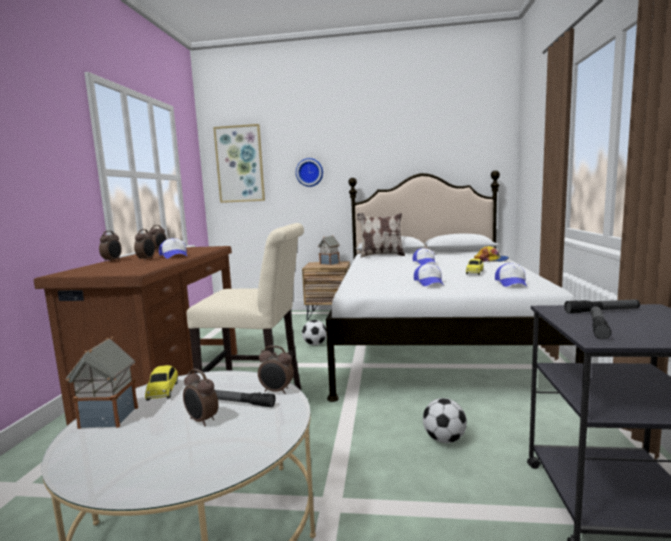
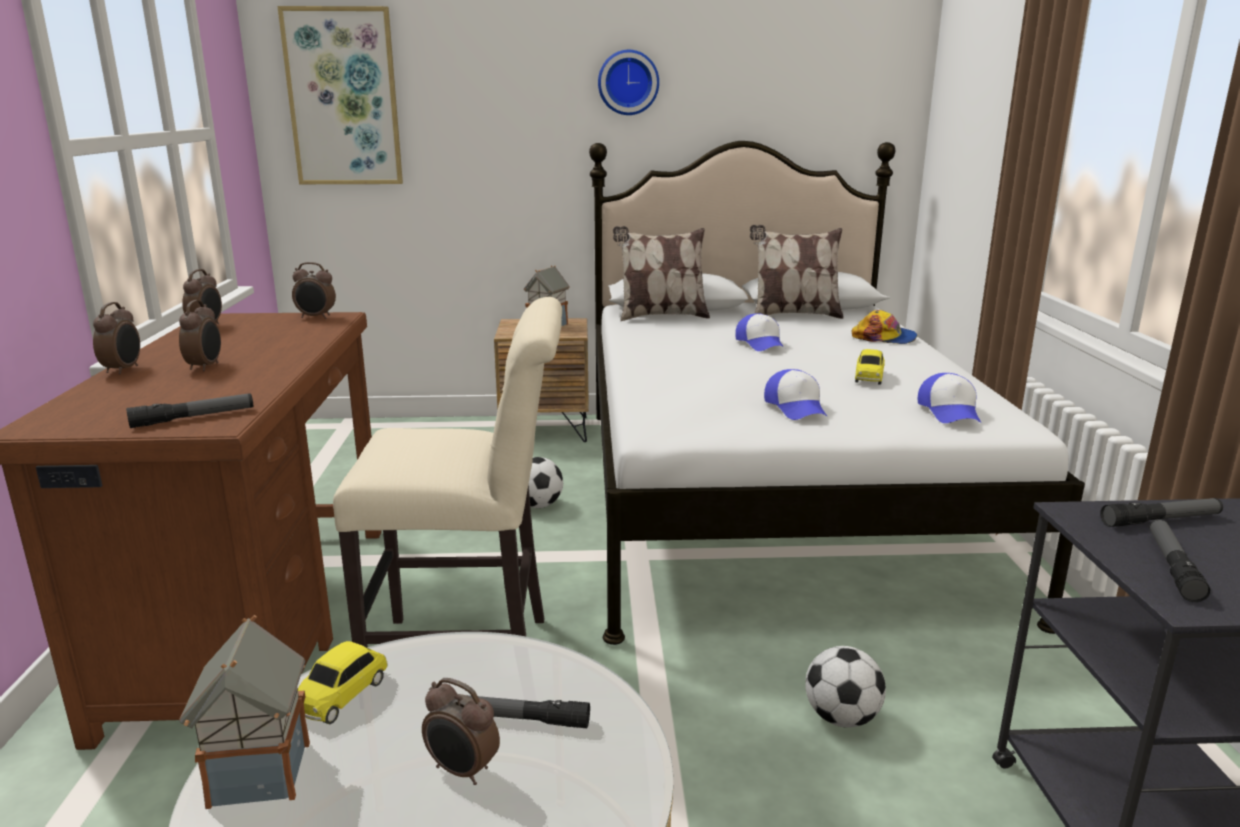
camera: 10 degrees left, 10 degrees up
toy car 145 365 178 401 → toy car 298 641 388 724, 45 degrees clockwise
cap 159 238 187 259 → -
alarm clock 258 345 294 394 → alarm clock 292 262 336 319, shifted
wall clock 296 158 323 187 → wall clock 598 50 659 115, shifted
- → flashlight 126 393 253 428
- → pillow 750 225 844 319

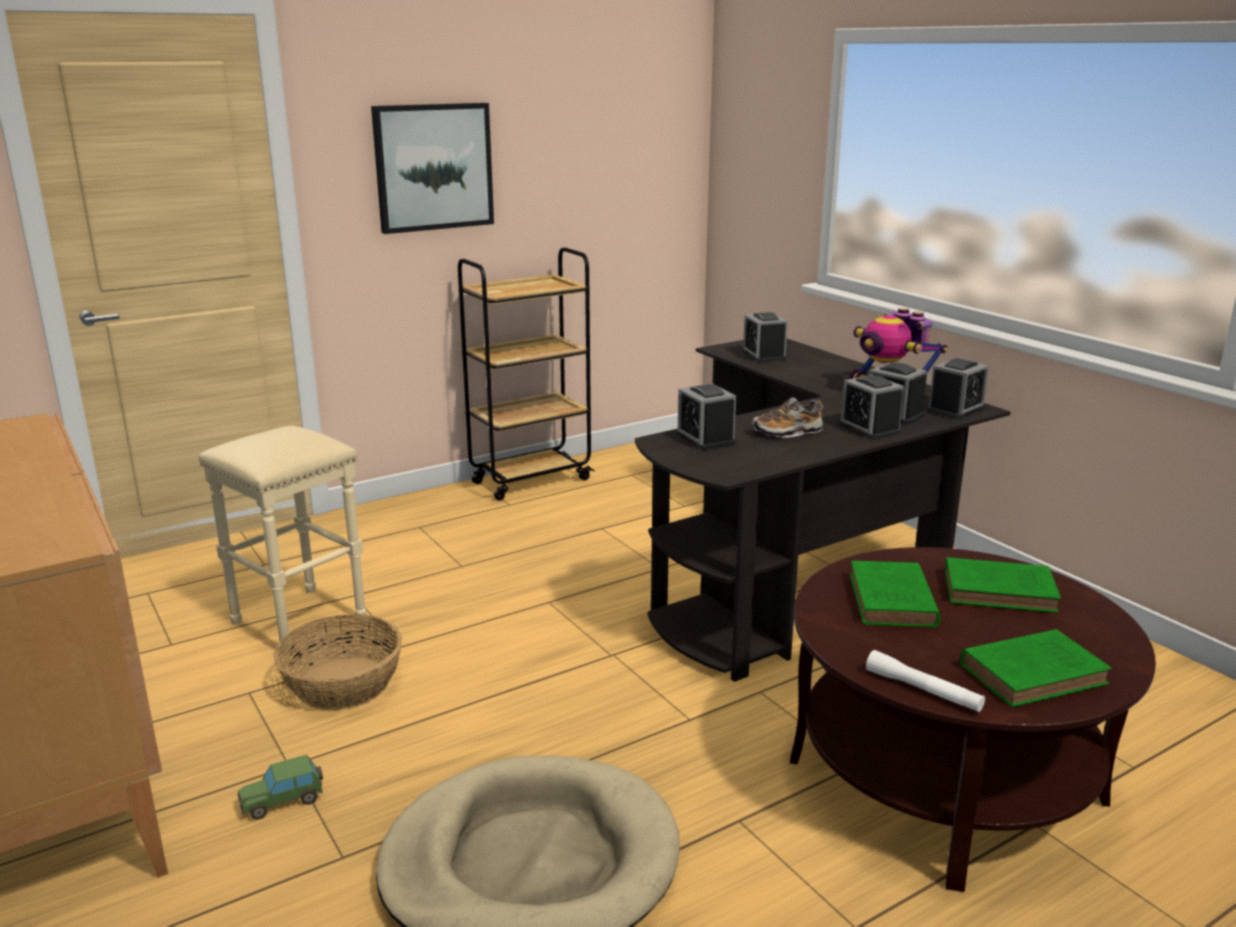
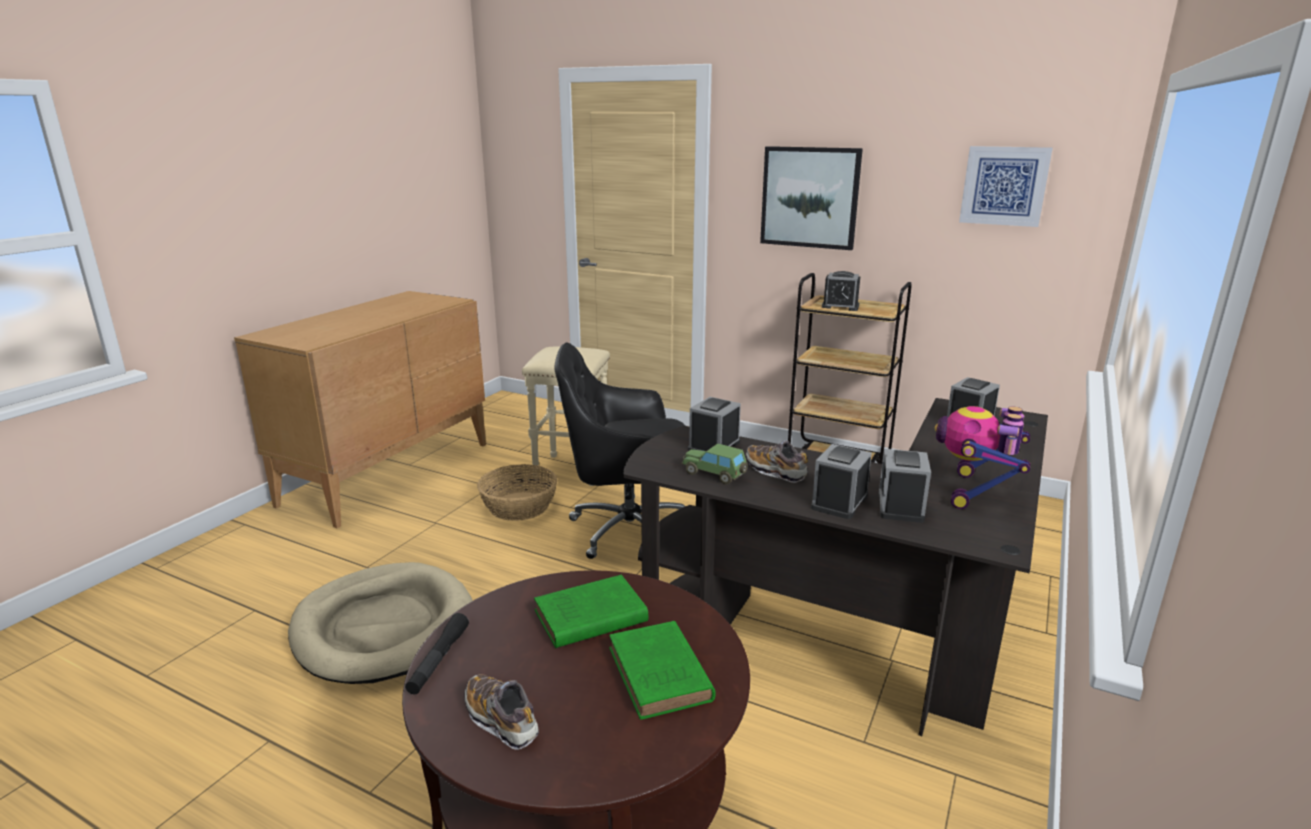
camera: 60 degrees right, 0 degrees up
toy car 238 755 323 820 → toy car 681 444 748 484, shifted
flashlight/white 866 650 985 712 → flashlight/black 405 613 469 694
alarm clock 927 358 989 419 → alarm clock 822 271 860 311, shifted
book/green 960 629 1112 707 → shoe 464 674 539 750
- → office chair/black 554 342 685 559
- → picture 959 146 1053 227

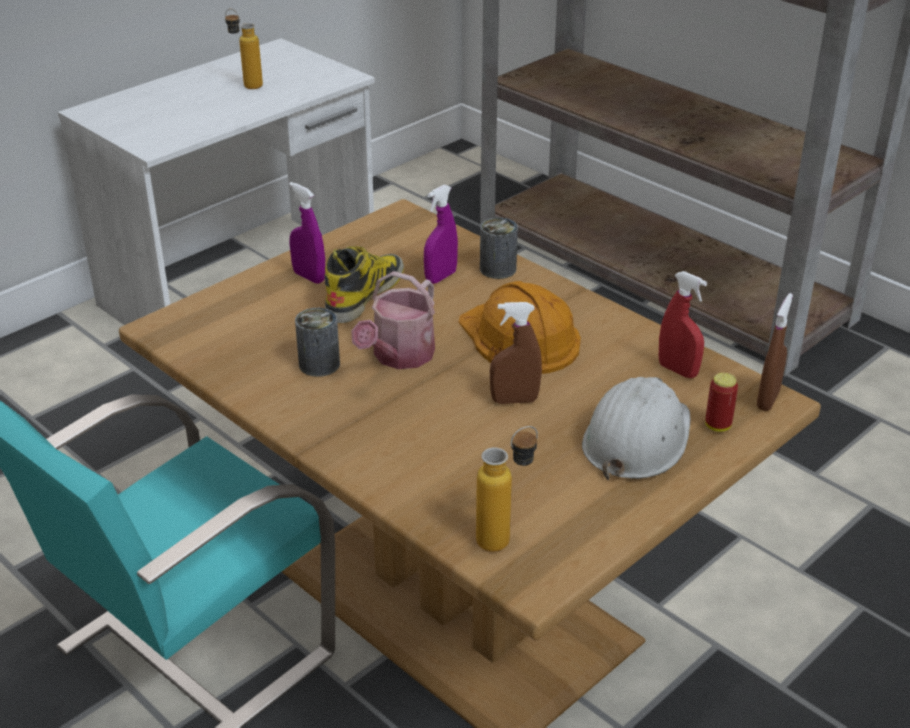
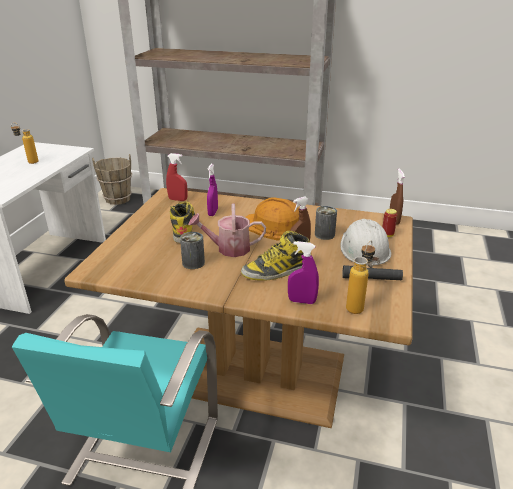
camera: 30 degrees left, 5 degrees down
spray bottle/purple 289 182 325 284 → spray bottle/purple 288 241 319 304, shifted
watering can 351 271 435 369 → watering can 188 204 266 257, 90 degrees clockwise
can 480 217 518 279 → can 315 206 337 240, shifted
spray bottle/red 659 271 707 378 → spray bottle/red 166 153 188 201, shifted
- → bucket/brown 92 154 132 205
- → boot 241 231 312 281
- → flashlight/black 342 265 403 280

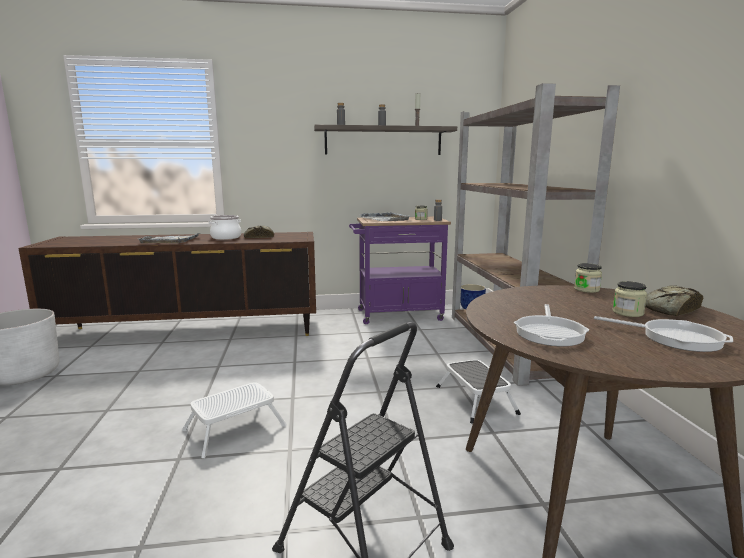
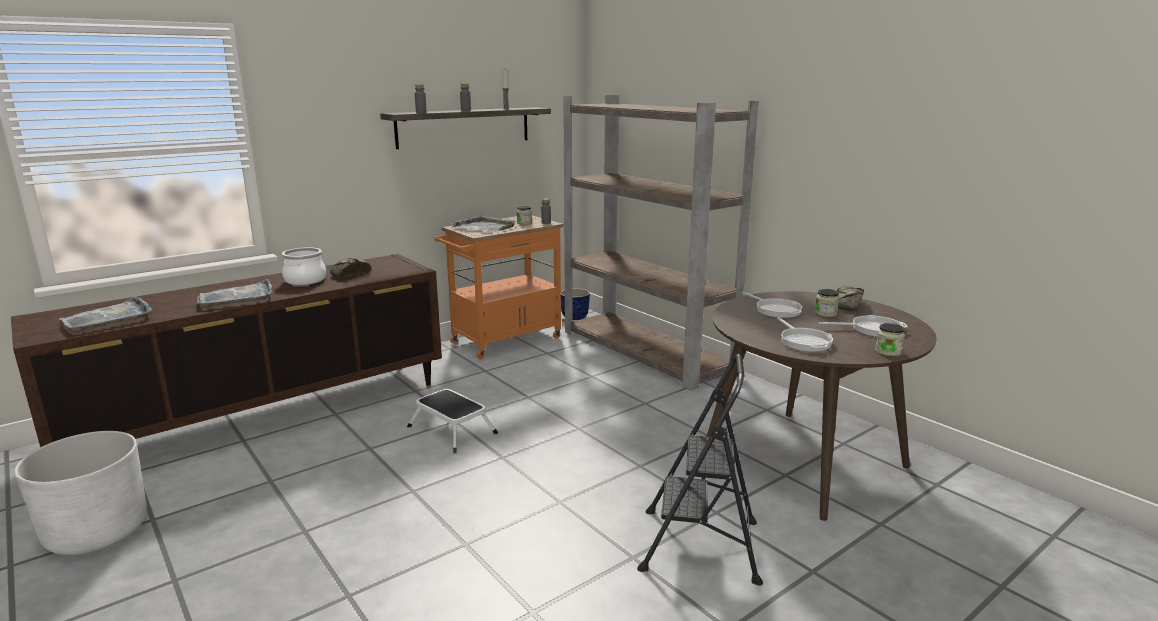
camera: 30 degrees left, 5 degrees up
step ladder/white 182 382 287 458 → -
cart/purple 349 216 451 324 → cart/orange 434 216 563 359
step ladder/black 436 360 521 424 → step ladder/black 407 389 498 453, shifted
jar 574 263 602 293 → jar 875 323 905 356, shifted
- → tray/grey 59 297 152 333
- → frying pan 742 292 802 318

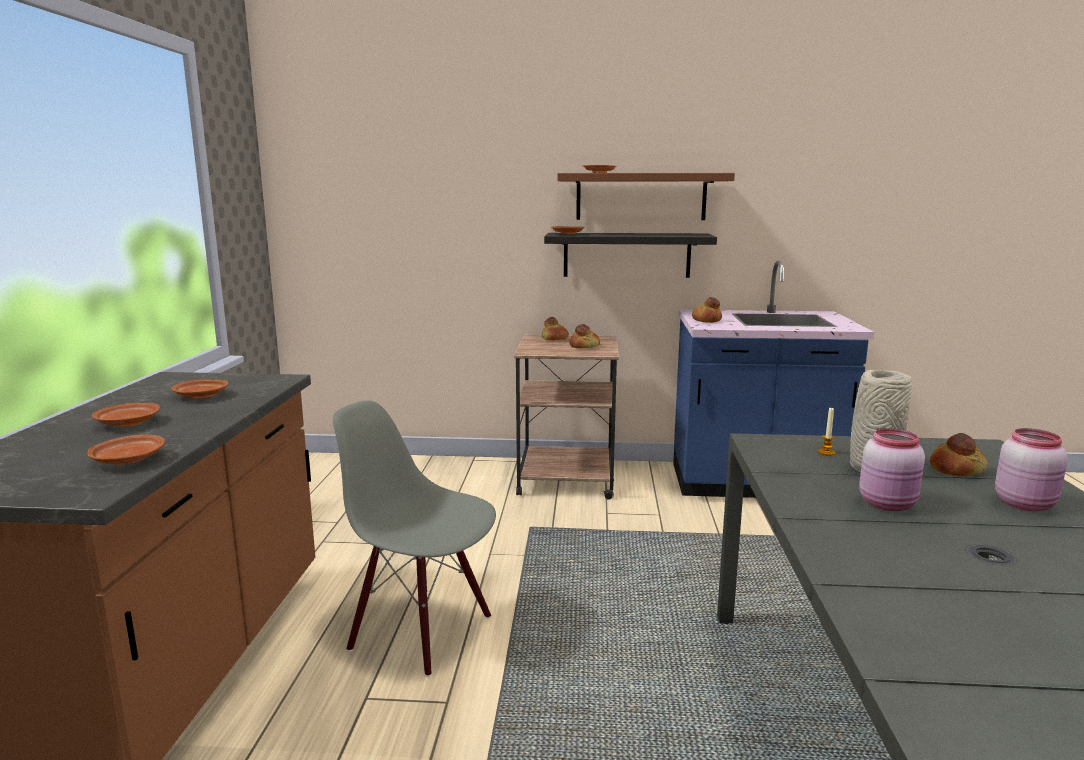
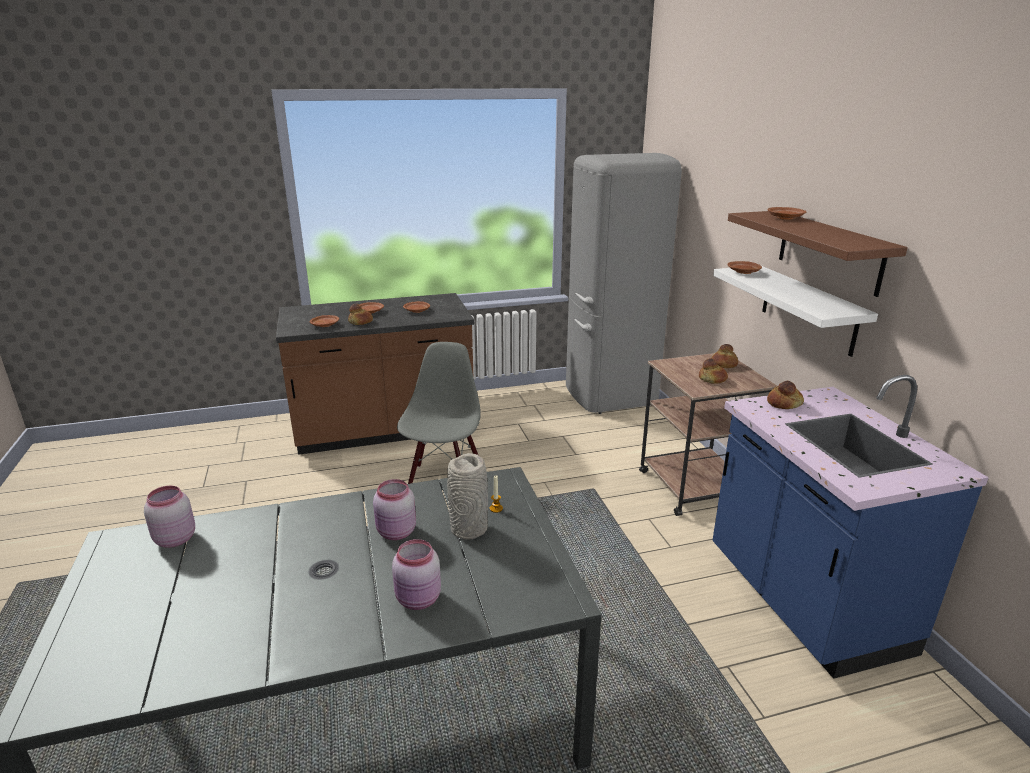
camera: 70 degrees right, 10 degrees up
shelf/black 544 233 717 278 → shelf/white 713 266 878 357
bread 930 433 988 476 → bread 348 304 373 325, shifted
- → jar/pink 144 486 195 548
- → fridge/grey 566 153 682 414

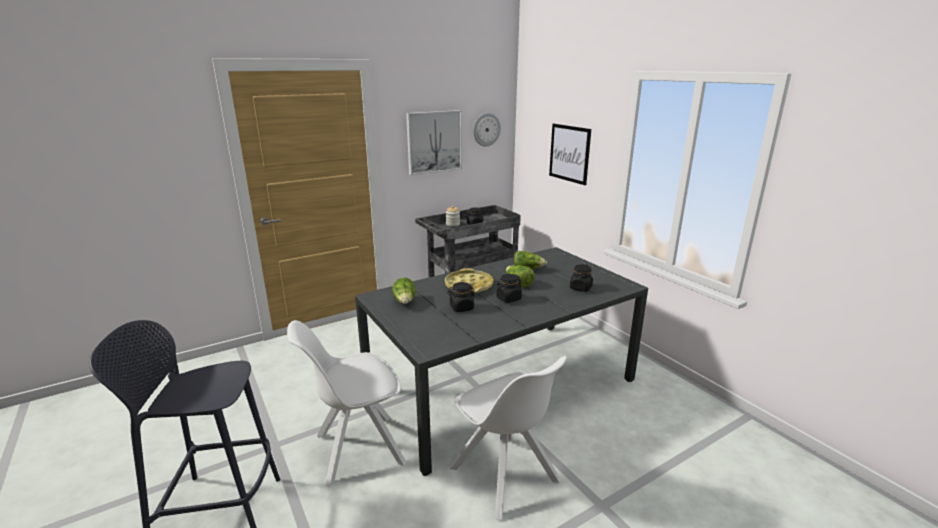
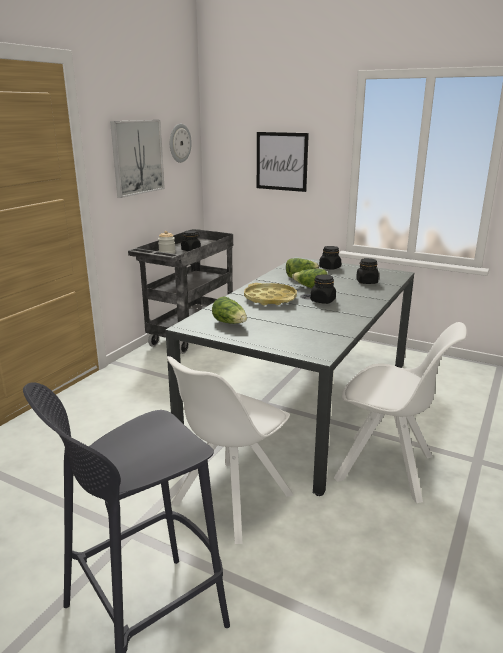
camera: 30 degrees left, 0 degrees up
jar/black 447 282 475 312 → jar/black 319 246 341 270, shifted

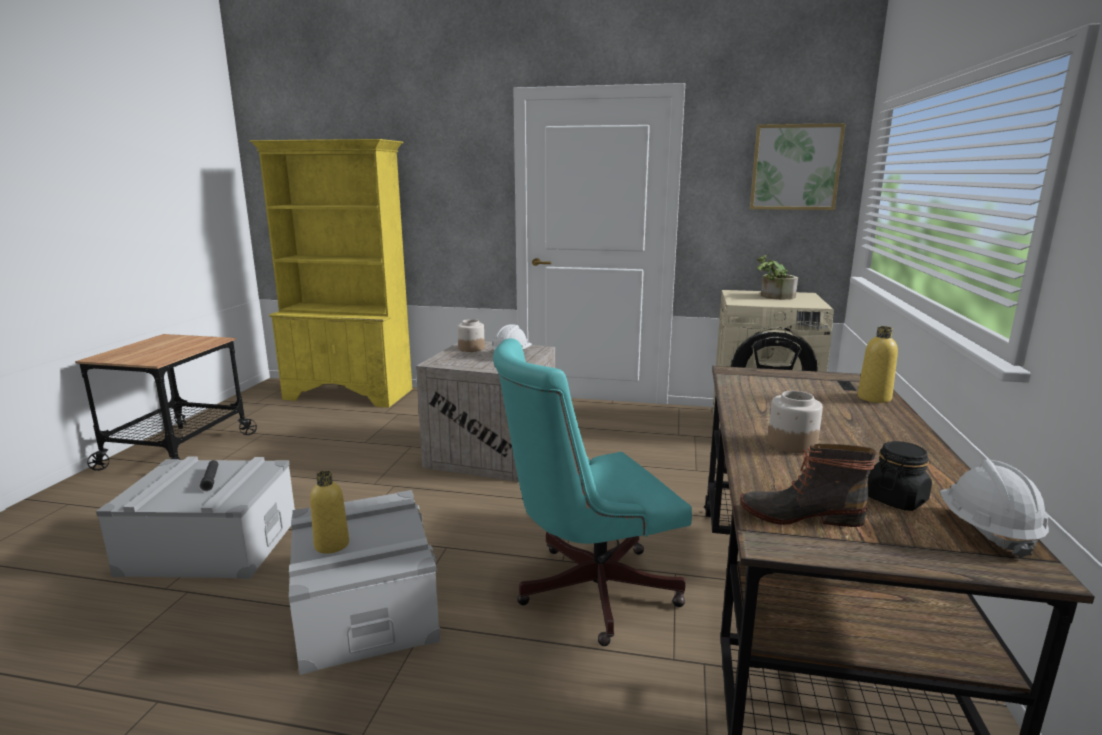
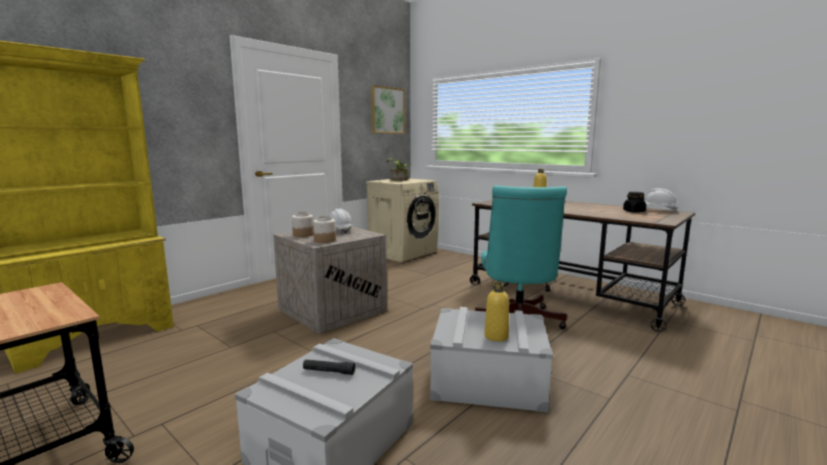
camera: 60 degrees left, 5 degrees down
boot 740 444 876 527 → -
jar 768 391 823 454 → jar 313 216 336 243, shifted

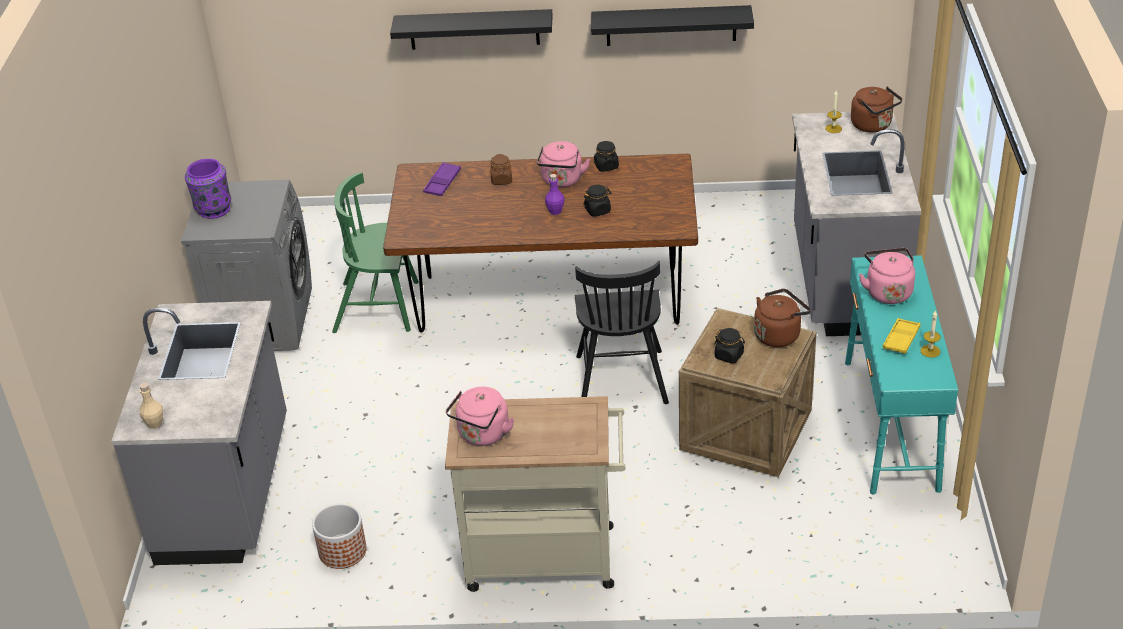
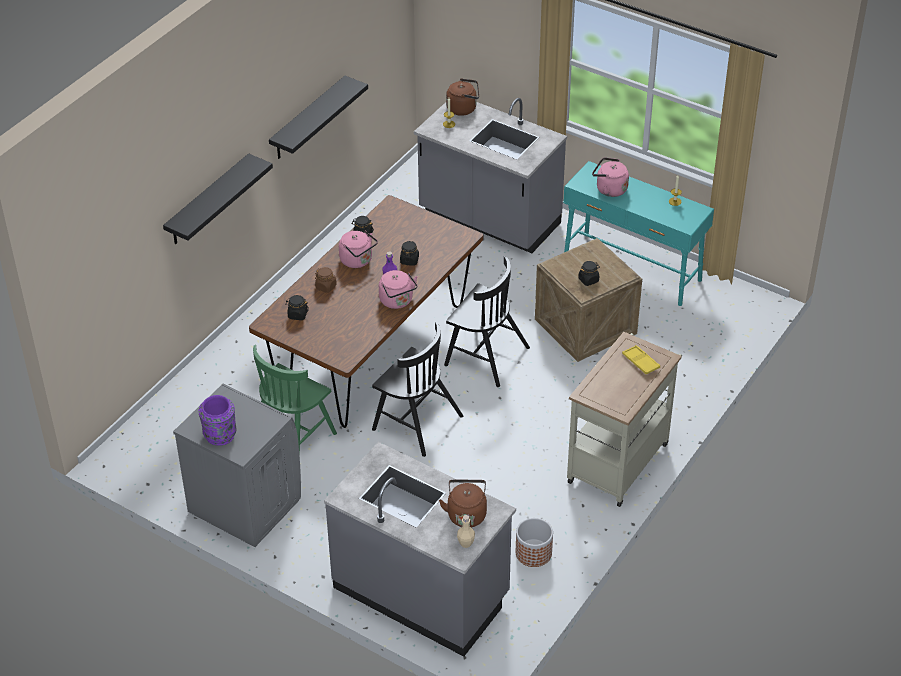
camera: 60 degrees left, 5 degrees up
tray/purple 423 162 461 196 → jar/black 285 295 309 320
kettle/pink 446 387 514 446 → kettle/pink 379 270 417 309, shifted
kettle/brown 754 289 811 347 → kettle/brown 439 480 487 528, shifted
tray/yellow 883 318 921 354 → tray/yellow 622 345 660 374, shifted
- → chair/black 372 322 464 457

